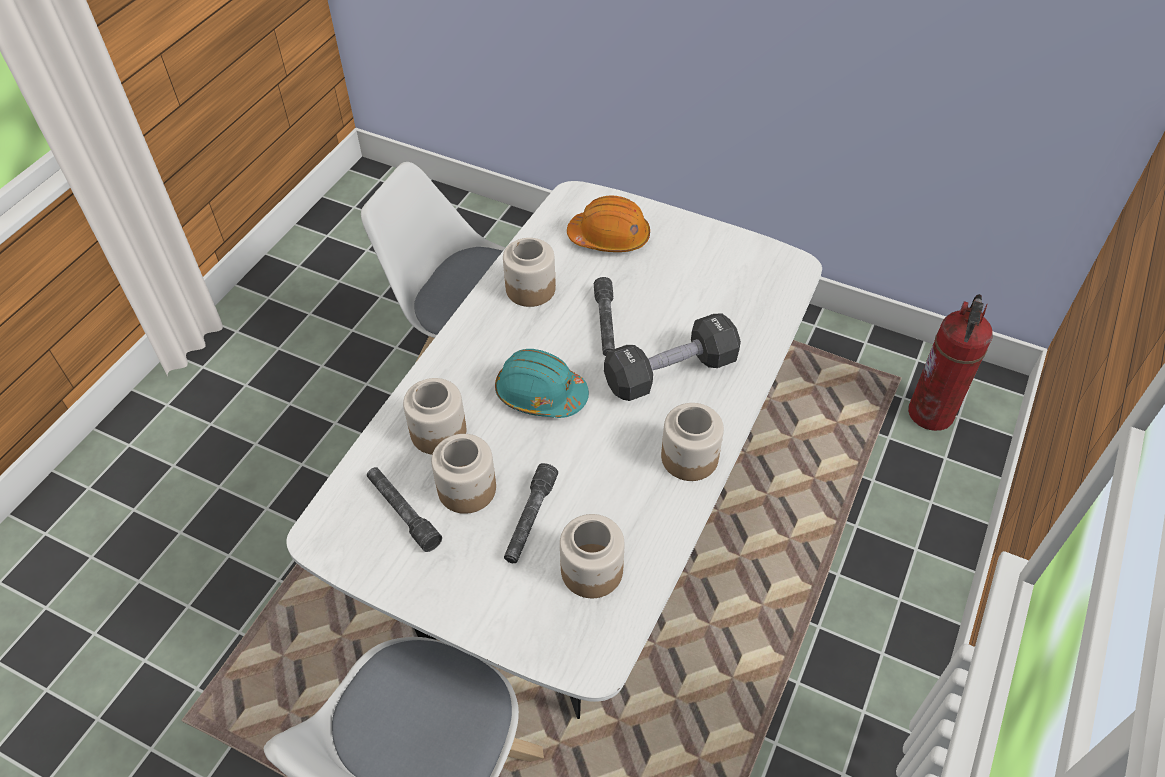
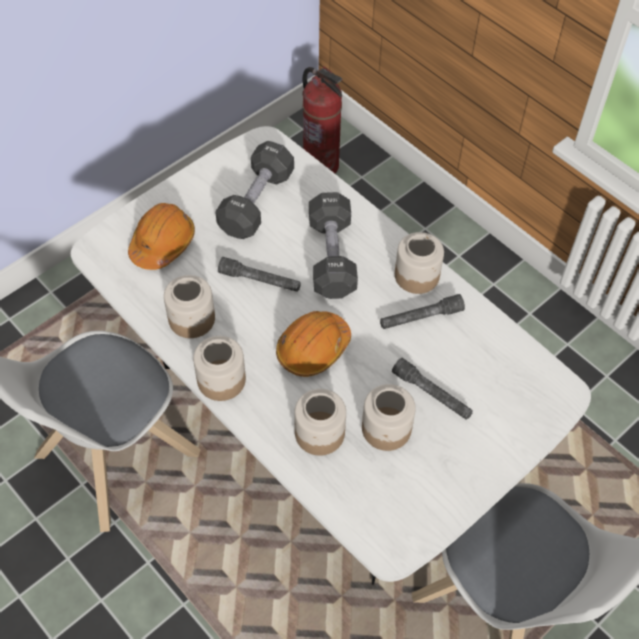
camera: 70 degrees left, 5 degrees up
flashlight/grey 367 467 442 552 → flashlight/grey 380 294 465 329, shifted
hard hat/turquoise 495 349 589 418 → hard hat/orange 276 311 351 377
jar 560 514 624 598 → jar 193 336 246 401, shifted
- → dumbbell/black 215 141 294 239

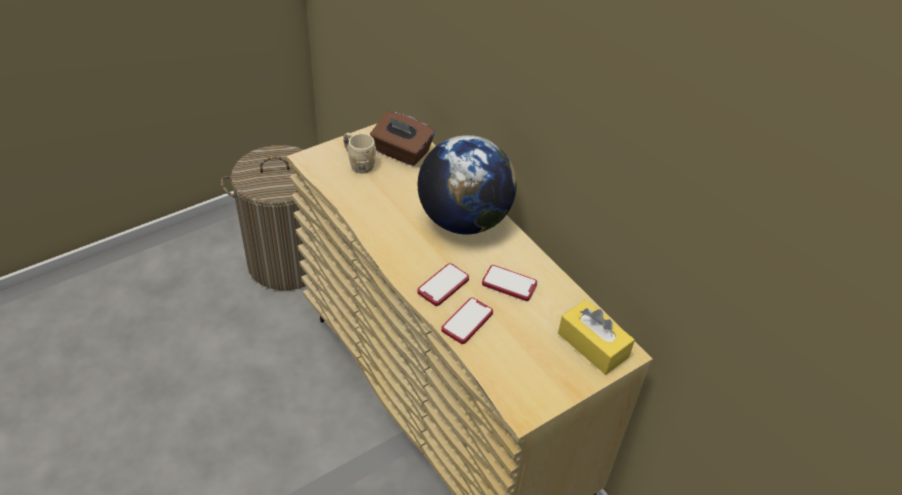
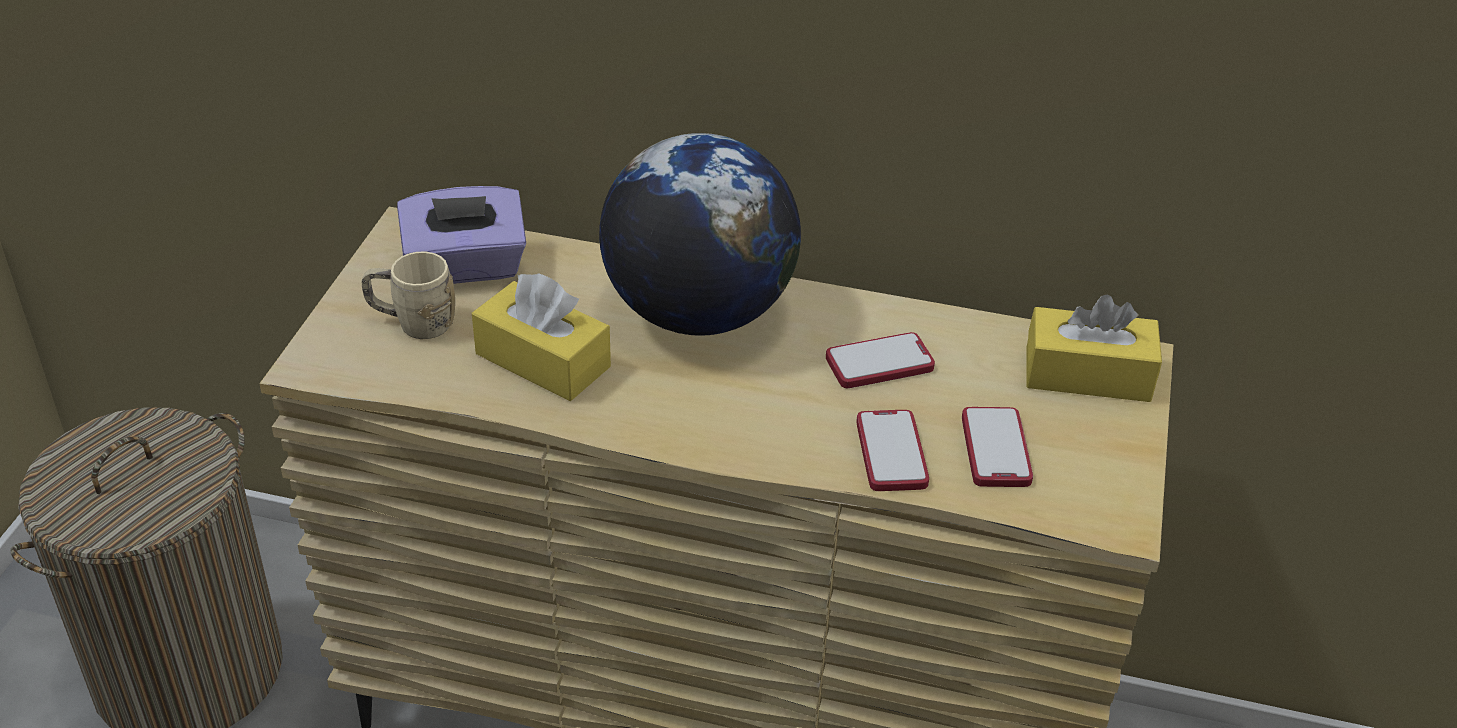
camera: 40 degrees left, 5 degrees down
tissue box/brown 370 112 435 166 → tissue box/purple 397 186 526 284
phone 417 263 469 306 → phone 962 407 1033 487, shifted
- → tissue box/yellow 472 273 611 401

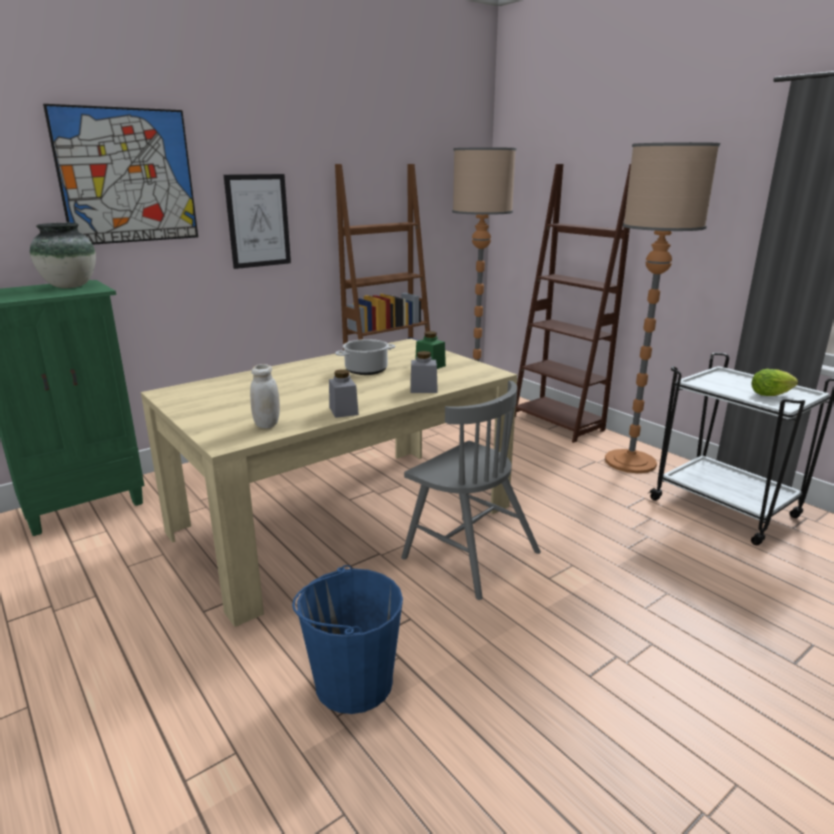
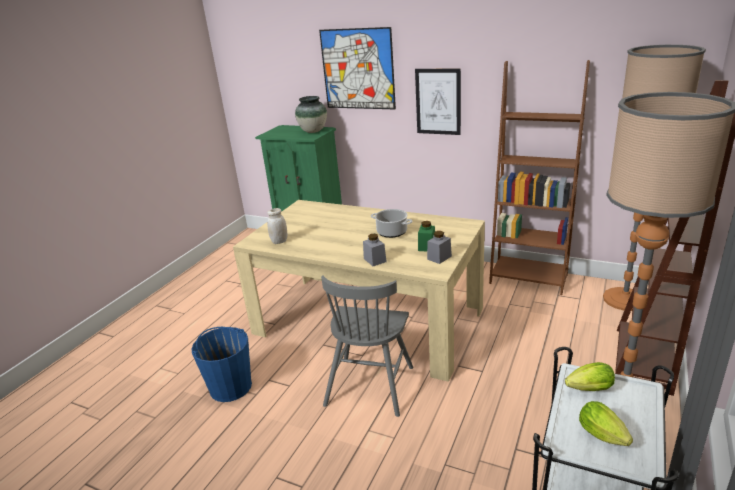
camera: 65 degrees right, 5 degrees up
jar/grey 329 369 359 418 → jar/grey 427 231 452 264, shifted
- → lettuce 565 362 615 391

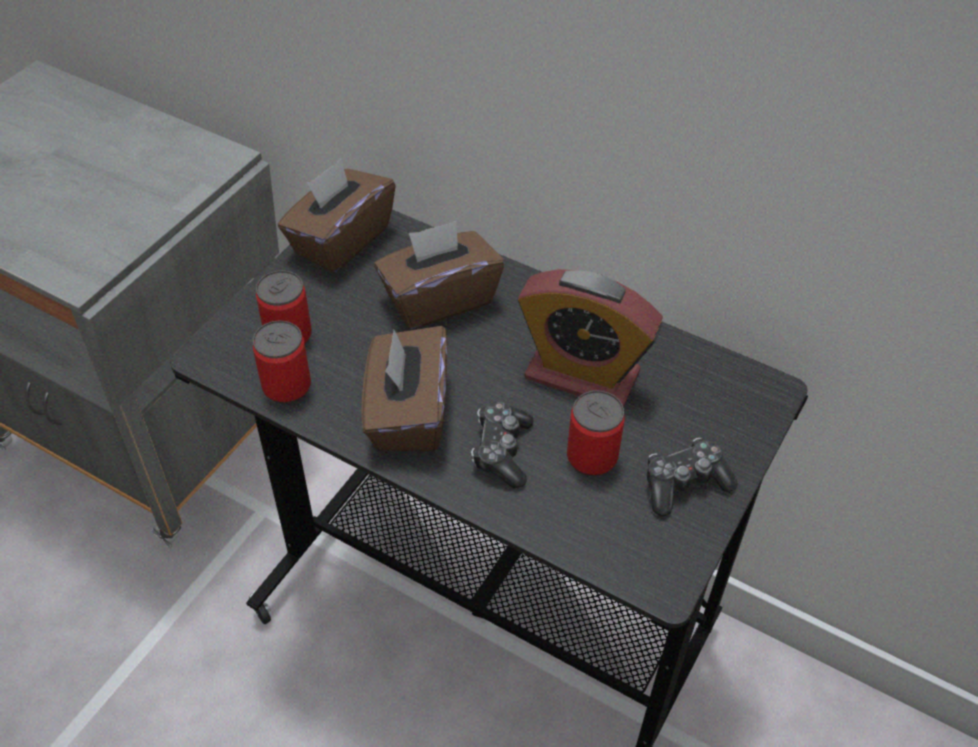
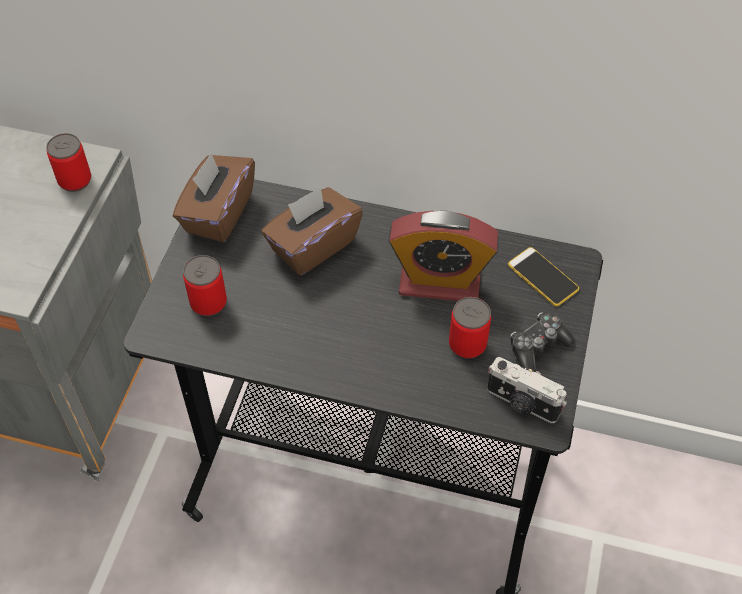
camera: 15 degrees left, 5 degrees up
can 253 321 311 404 → can 46 133 91 192, shifted
tissue box/brown 361 326 448 451 → -
game controller 471 401 534 488 → -
- → photo camera 487 357 567 424
- → phone 508 247 579 306

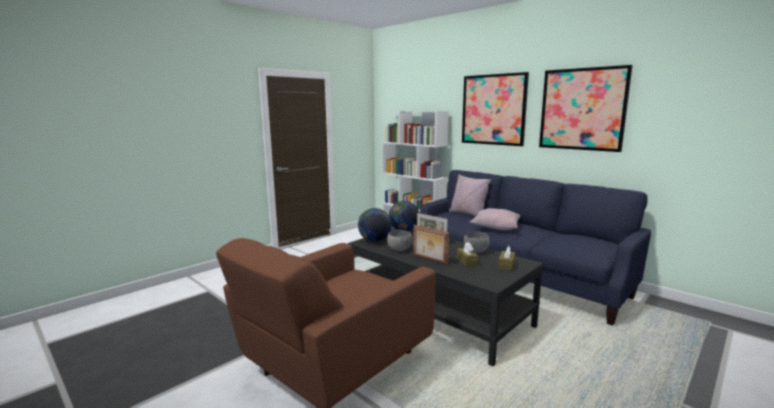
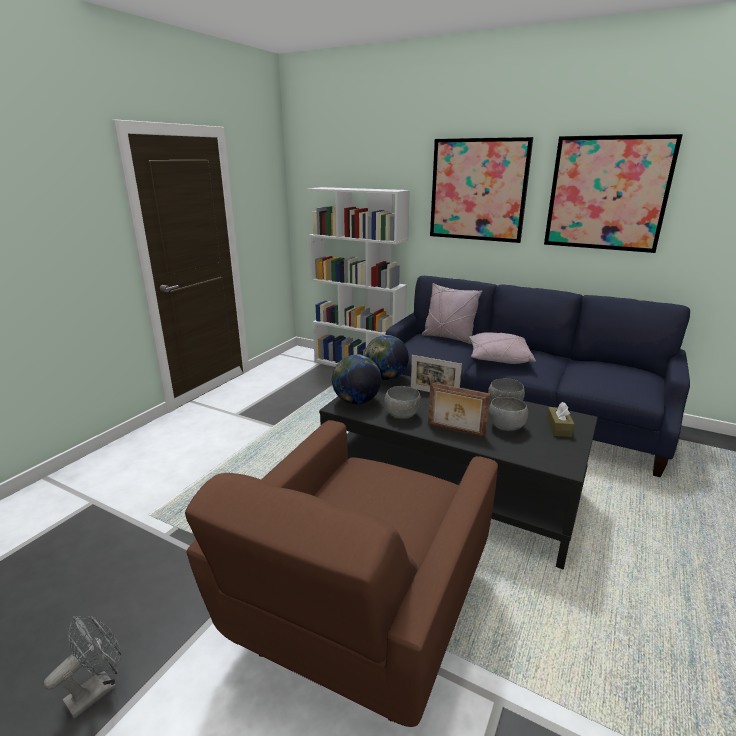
camera: 15 degrees left, 10 degrees up
tissue box/brown 457 242 478 267 → bowl/grey 489 397 528 431
- → fan/grey 44 616 121 719

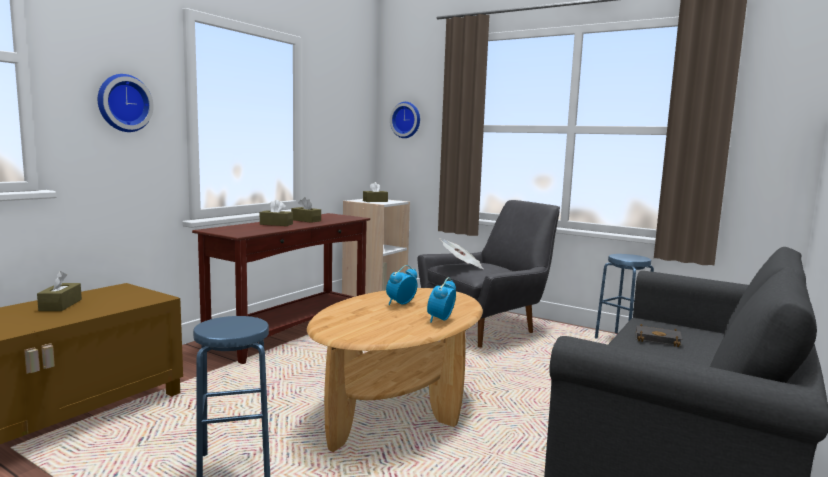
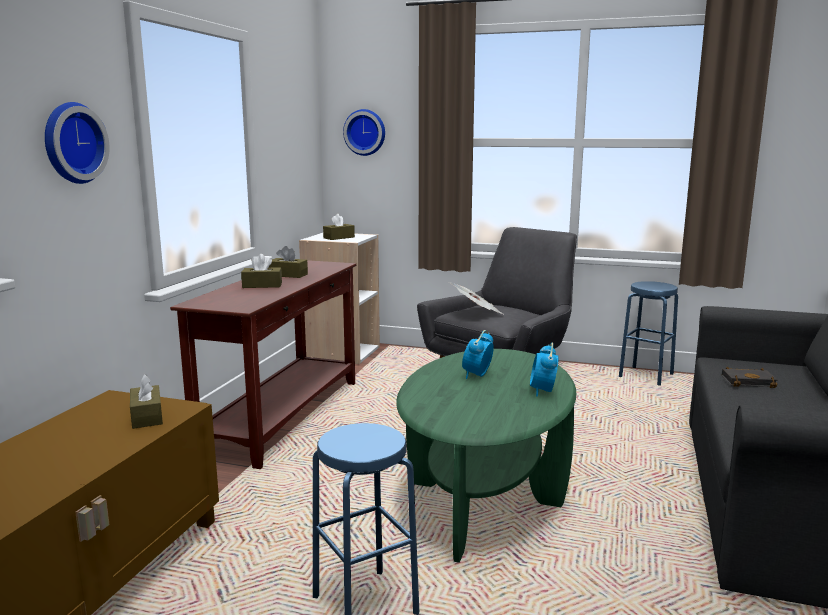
camera: 15 degrees left, 5 degrees up
tissue box/brown 37 271 82 311 → tissue box/brown 130 374 163 429, shifted
coffee table/brown 307 288 483 452 → coffee table/green 396 349 576 563

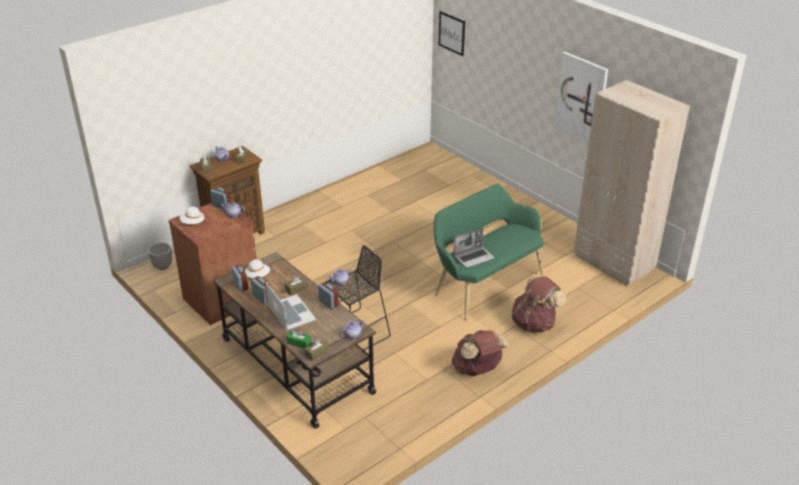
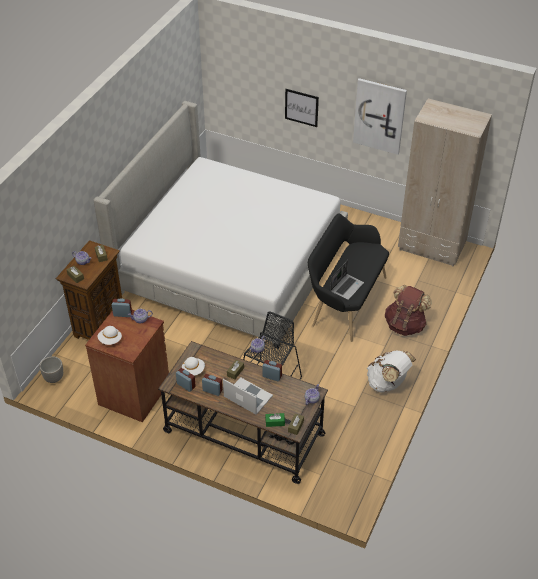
camera: 25 degrees left, 10 degrees up
bench/green 434 184 544 321 → bench/black 308 214 389 342
picture 438 11 465 56 → picture 285 89 319 127, shifted
backpack/brown 452 330 509 376 → backpack/white 367 350 416 392
- → bed 93 101 348 348

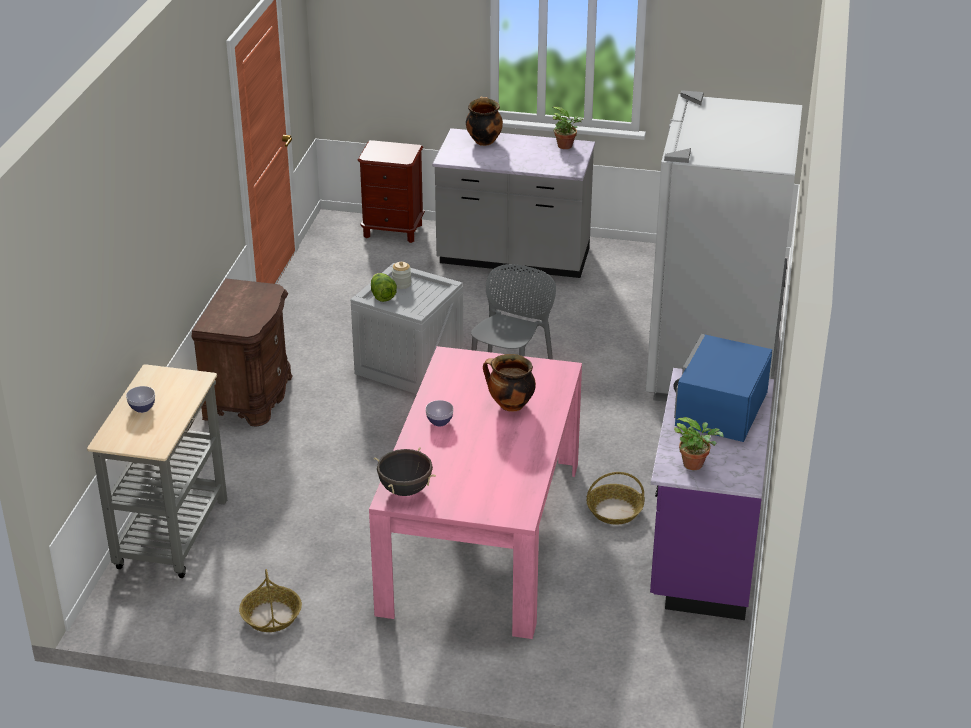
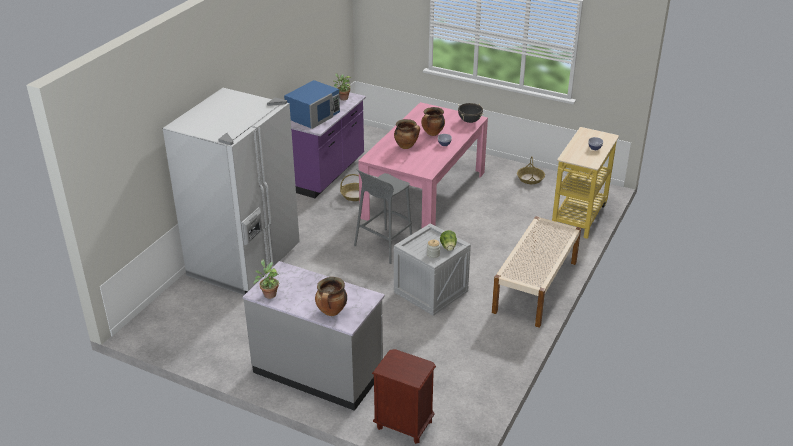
camera: 165 degrees left, 0 degrees up
cart/grey 87 364 227 578 → cart/yellow 552 127 619 239
nightstand/brown 191 279 293 427 → bench/beige 492 216 581 328
- → cooking pot 421 107 445 136

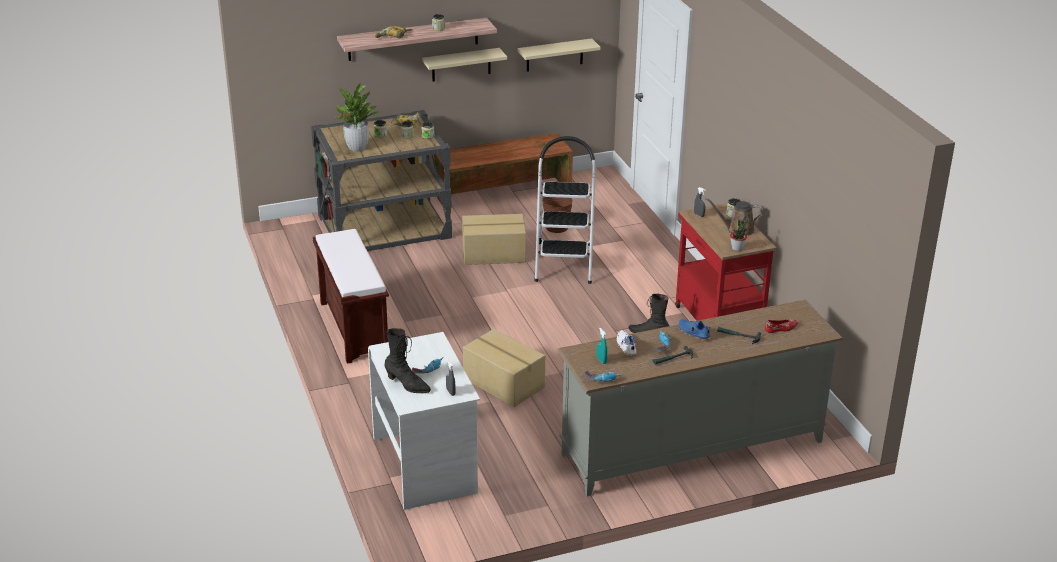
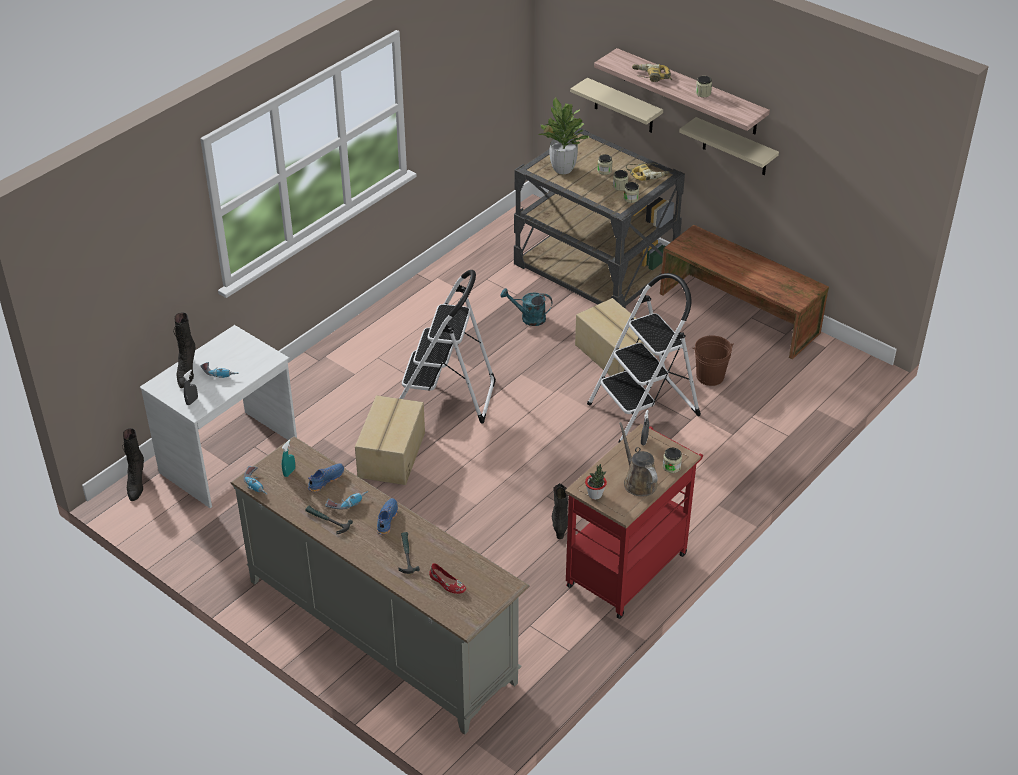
camera: 60 degrees right, 10 degrees up
bench/brown 313 229 389 364 → -
shelf/beige 518 38 601 72 → shelf/beige 570 78 663 133, shifted
shoe/white 616 330 637 356 → shoe/blue 308 463 344 492
- → boot/black 122 428 144 501
- → step ladder 399 270 496 424
- → watering can/turquoise 500 288 552 326

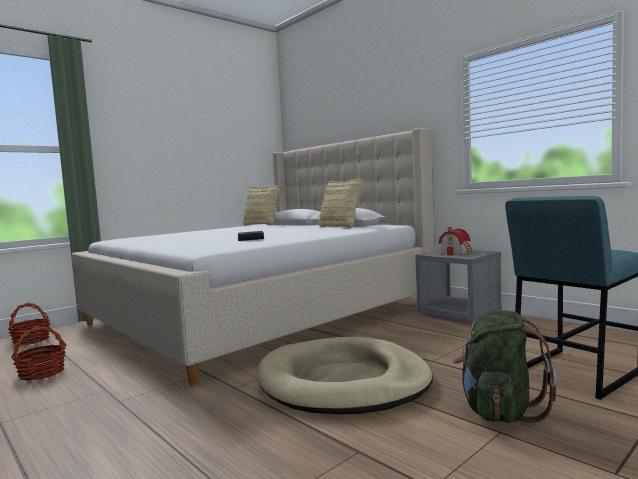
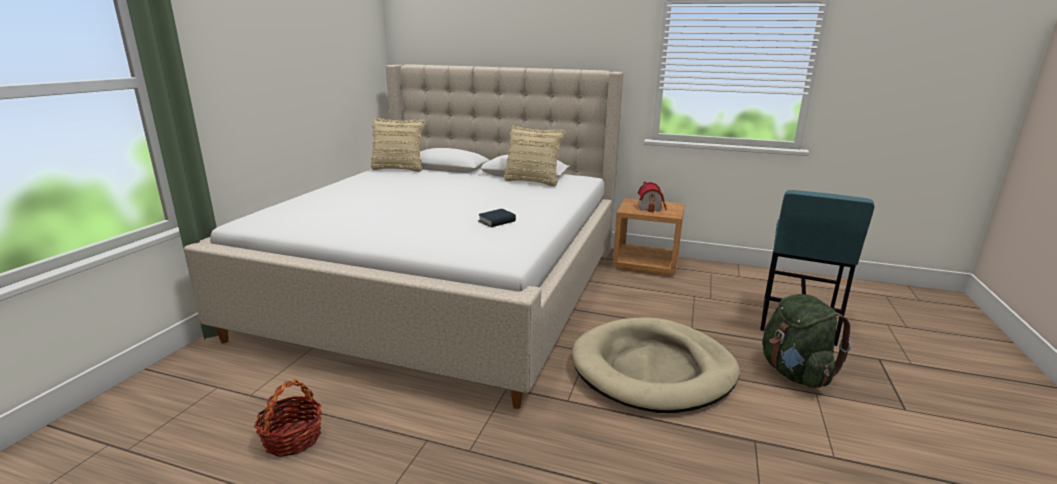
camera: 30 degrees left, 15 degrees up
basket 8 303 50 345 → -
nightstand/grey 416 250 502 324 → nightstand/brown 612 198 685 276

